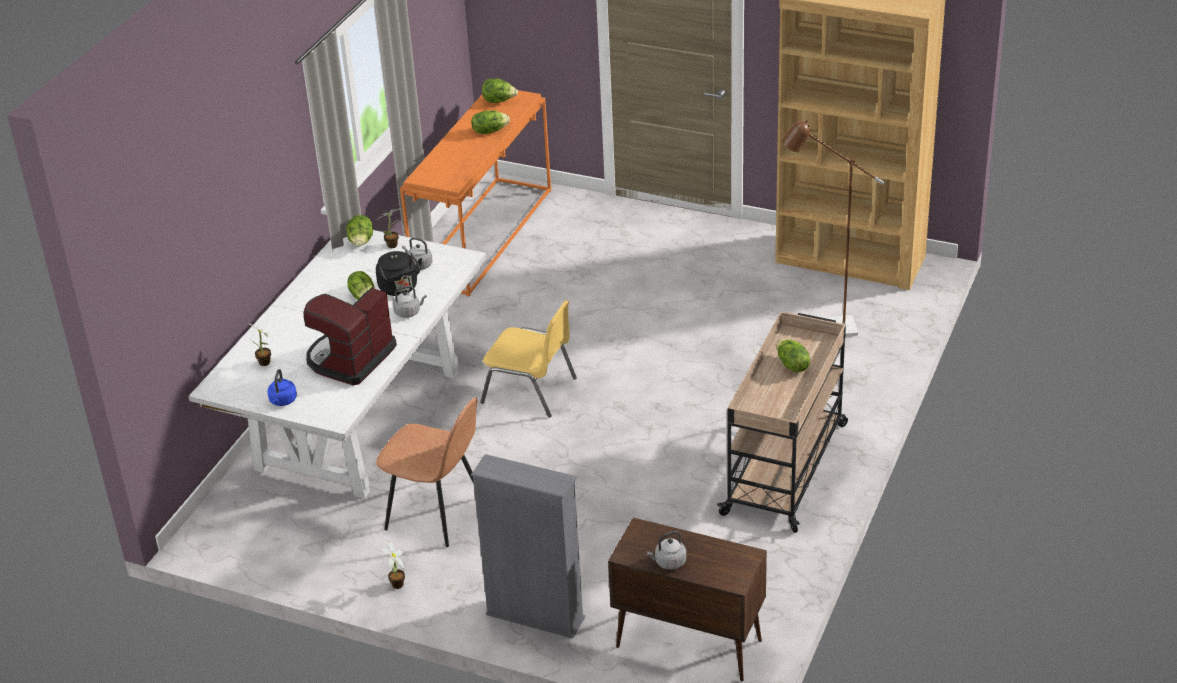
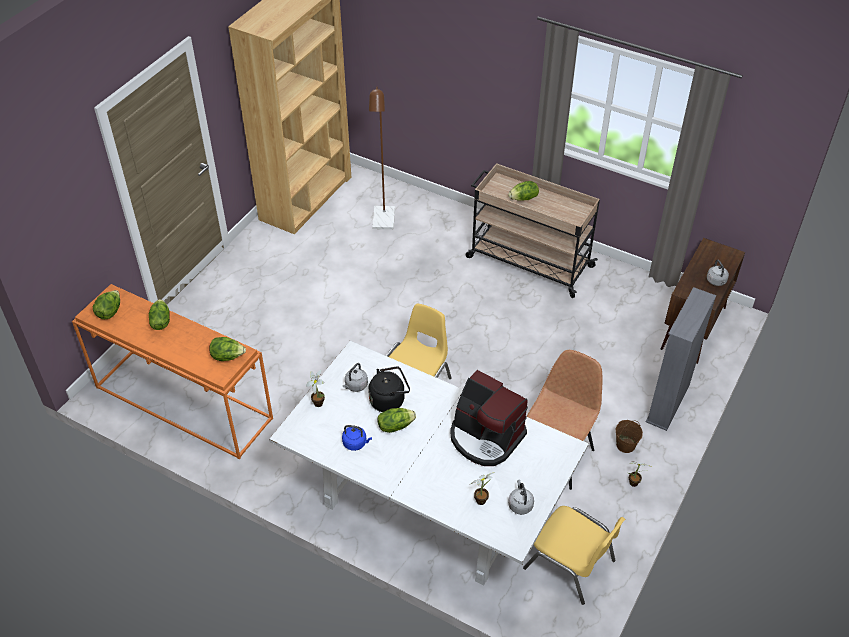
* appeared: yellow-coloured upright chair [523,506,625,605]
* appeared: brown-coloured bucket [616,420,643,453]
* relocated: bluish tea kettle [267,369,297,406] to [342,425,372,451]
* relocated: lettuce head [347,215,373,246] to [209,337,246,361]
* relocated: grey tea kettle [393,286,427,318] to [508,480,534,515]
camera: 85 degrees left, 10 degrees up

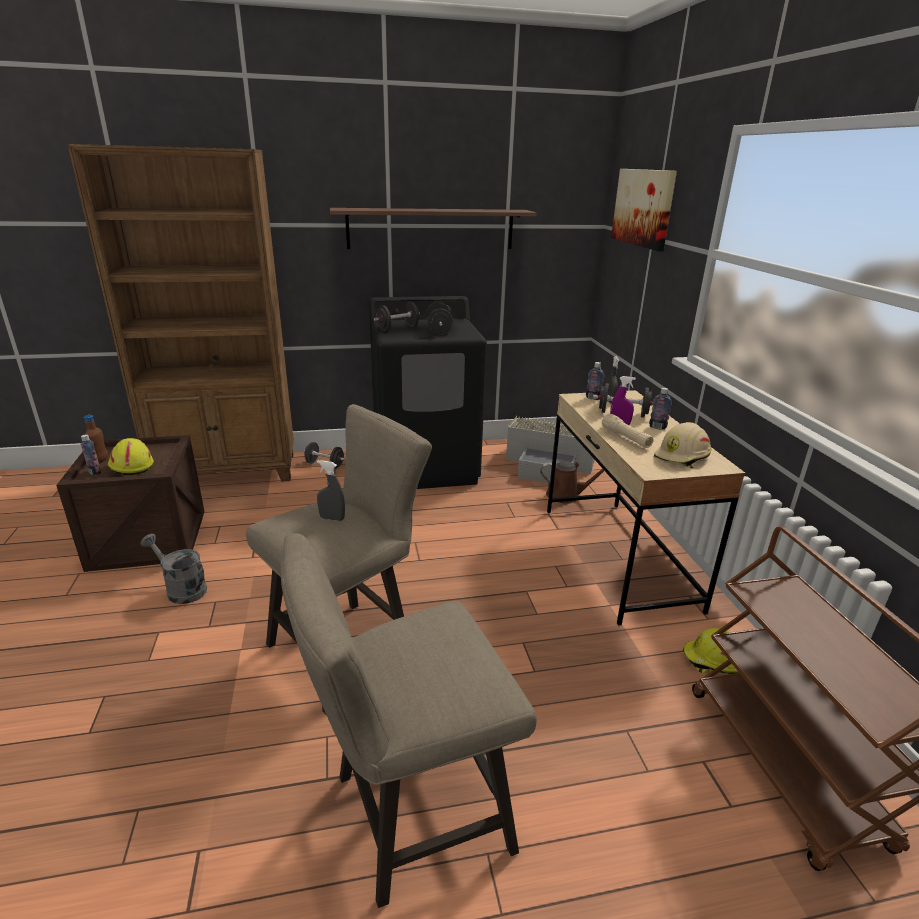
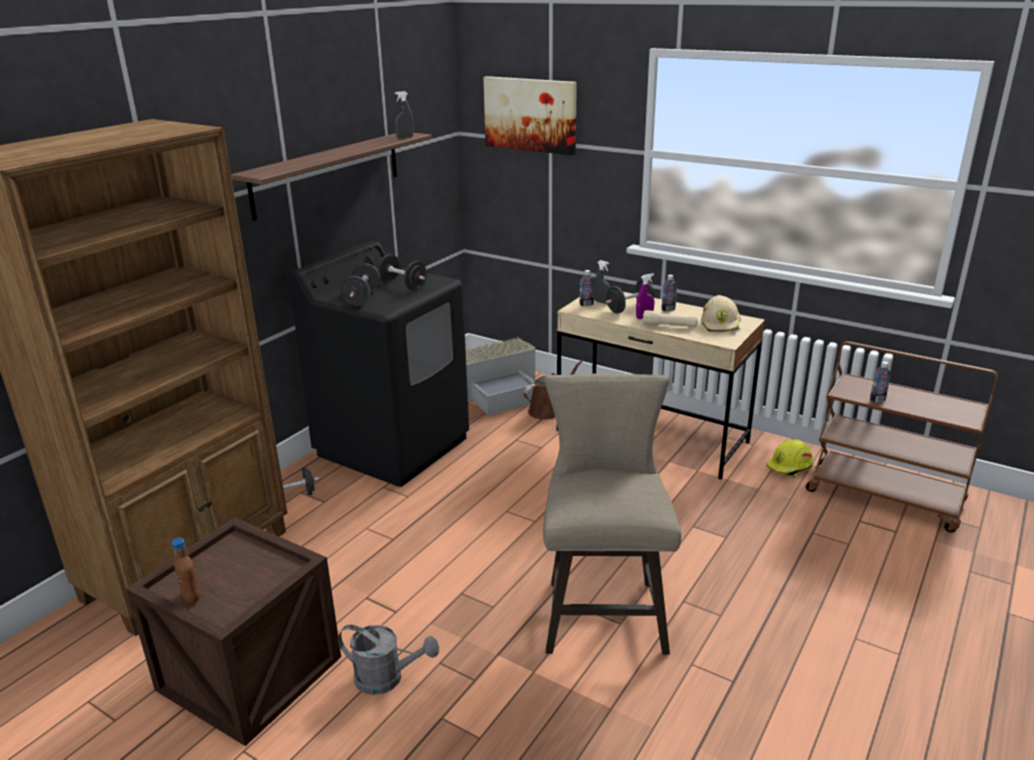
* missing: yellow-coloured work helmet [108,438,154,475]
* missing: beige stool seat [280,534,537,908]
* relocated: beverage bottle [81,434,101,475] to [870,361,891,402]
* relocated: grey hand sprayer [317,460,345,521] to [395,91,414,139]
* spun: grey watering can [140,534,207,604] = [338,625,439,695] 150 degrees counterclockwise
camera: 45 degrees left, 0 degrees up

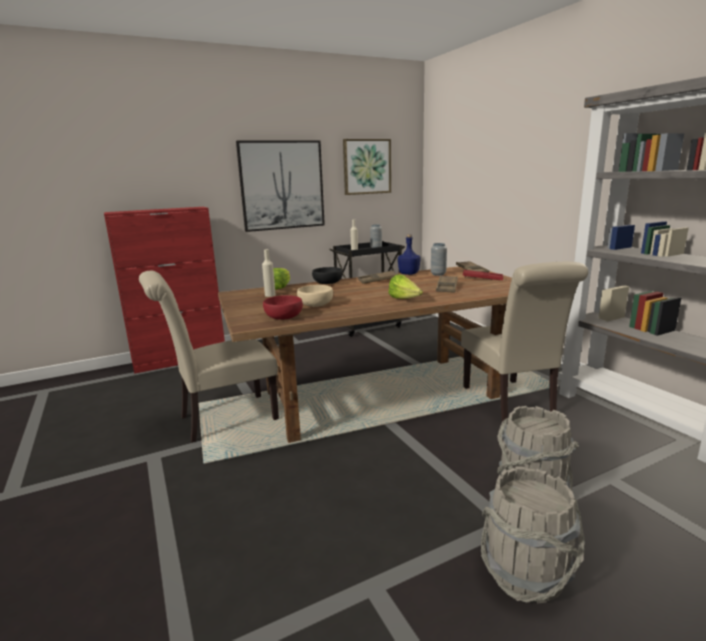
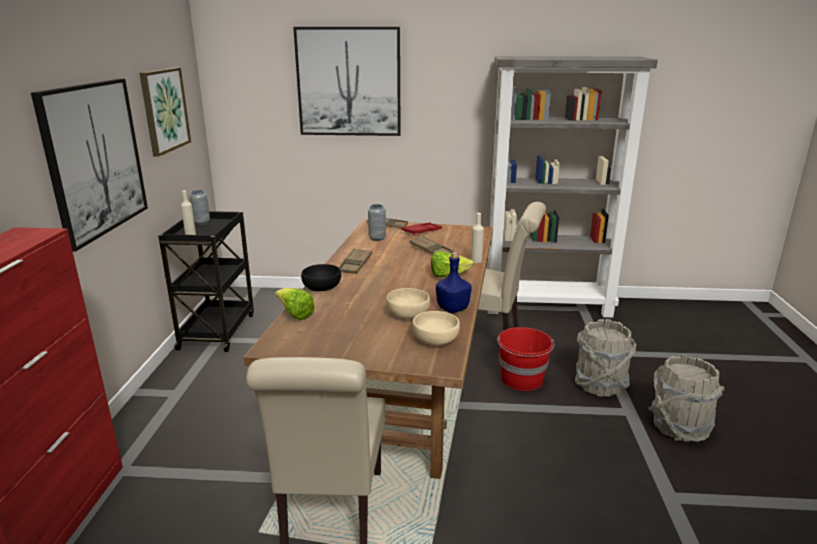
* appeared: picture [293,27,401,136]
* appeared: red bucket [497,327,554,391]
* relocated: beige beverage bottle [262,249,276,297] to [471,213,484,263]
* relocated: bluish beverage bottle [398,234,420,275] to [436,252,472,313]
* colour: red serving bowl [263,295,303,320] to beige serving bowl [412,311,460,346]
camera: 60 degrees left, 5 degrees up

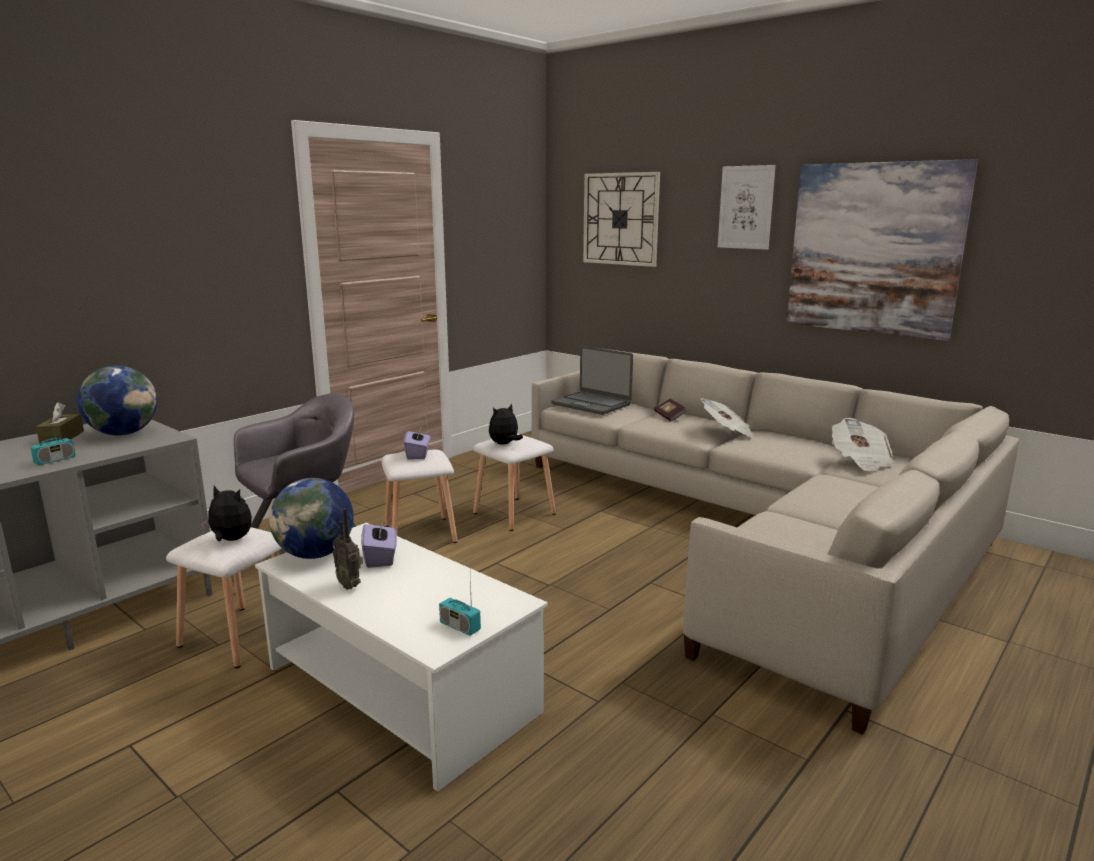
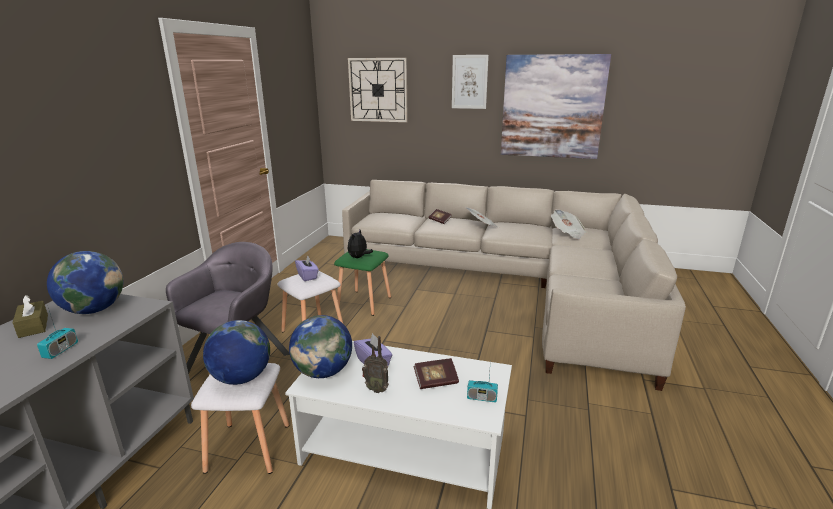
* missing: notebook computer [551,346,633,415]
* appeared: bound book [413,358,459,389]
* exchanged: plush toy [200,486,252,541] to world globe [203,320,270,385]
* colour: white-coloured stool seat [473,434,556,531] to green stool seat [334,249,391,316]
camera: 25 degrees left, 5 degrees up

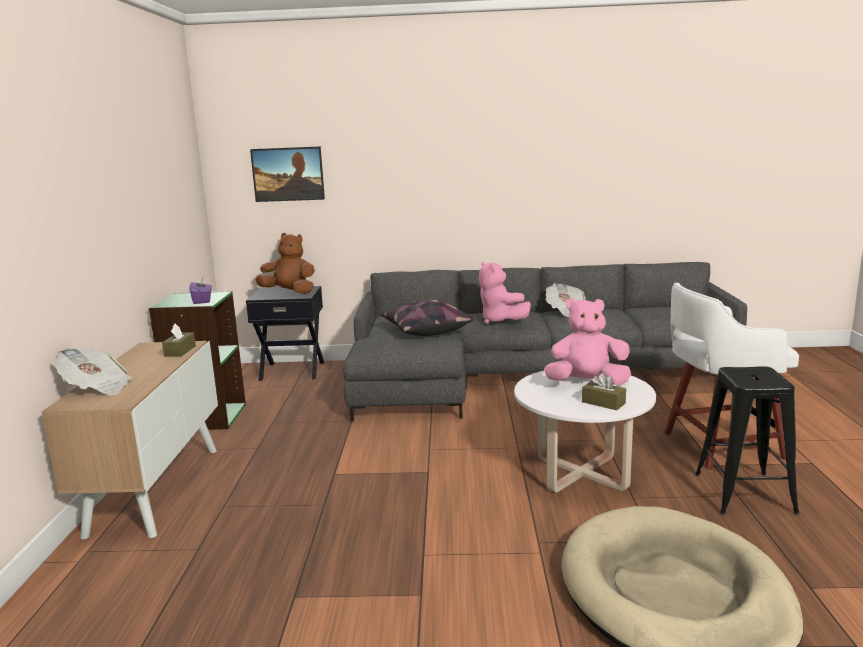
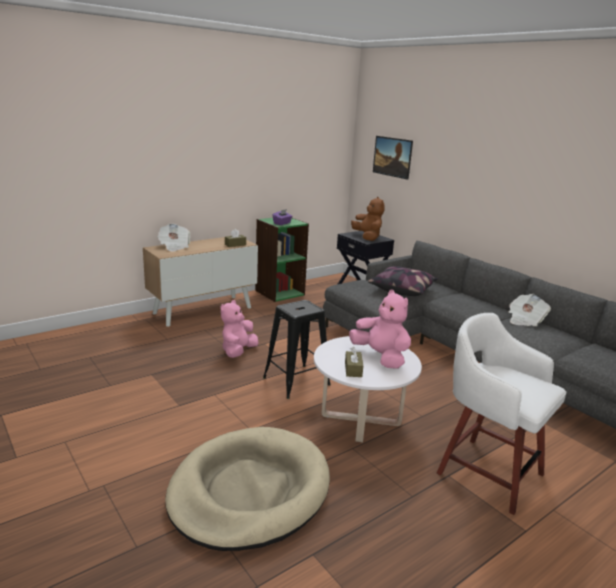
* relocated: pink-coloured plush toy [479,262,531,324] to [221,300,258,358]
* relocated: black stool seat [695,366,800,515] to [263,300,331,399]
camera: 50 degrees right, 5 degrees up

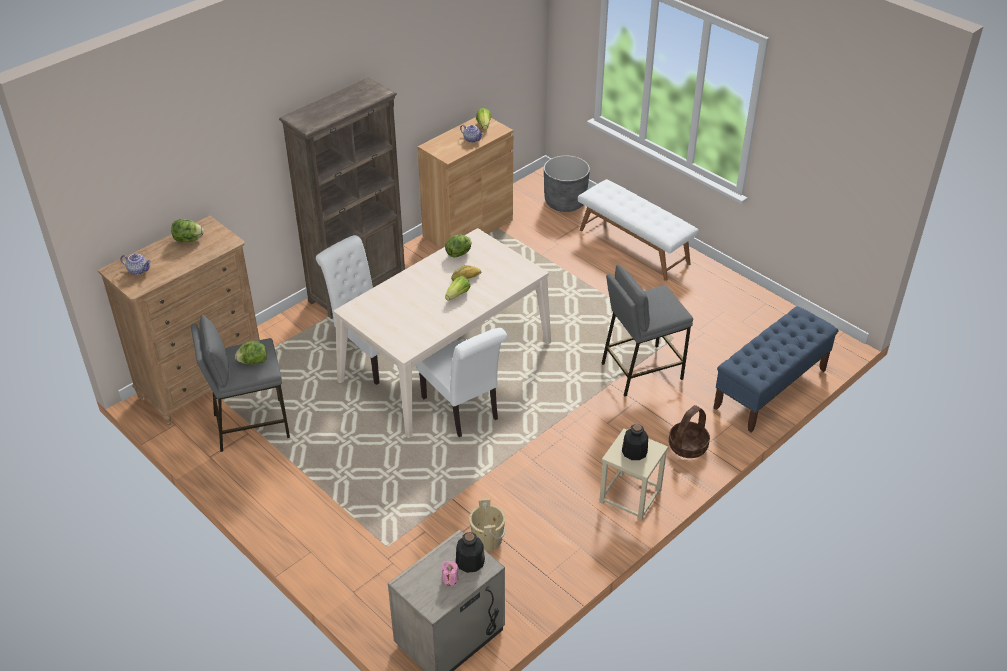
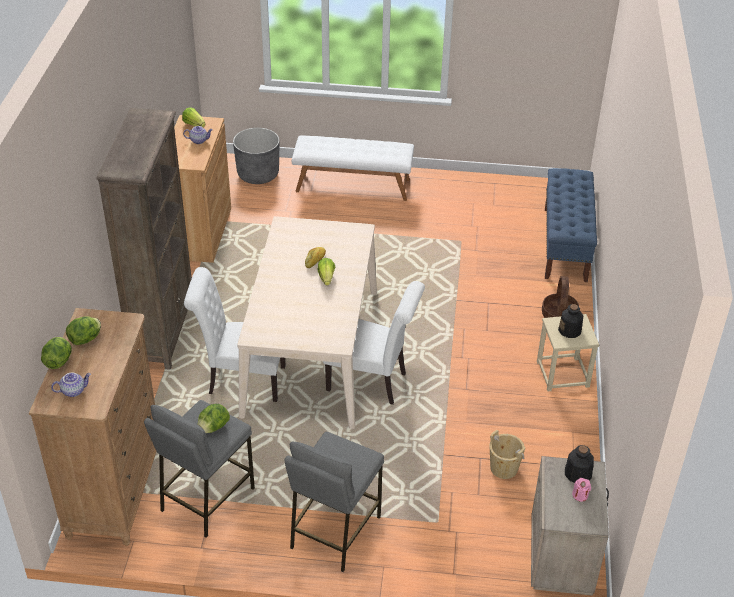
* relocated: lettuce head [445,234,471,257] to [41,337,72,369]
* relocated: grey stool seat [601,265,693,396] to [285,432,384,572]
camera: 40 degrees left, 0 degrees up

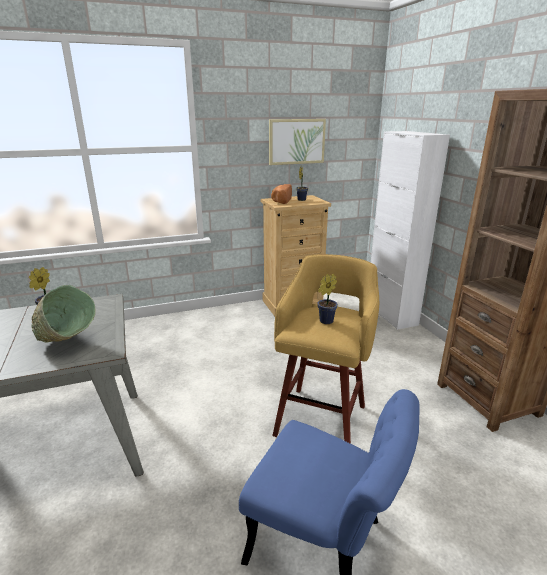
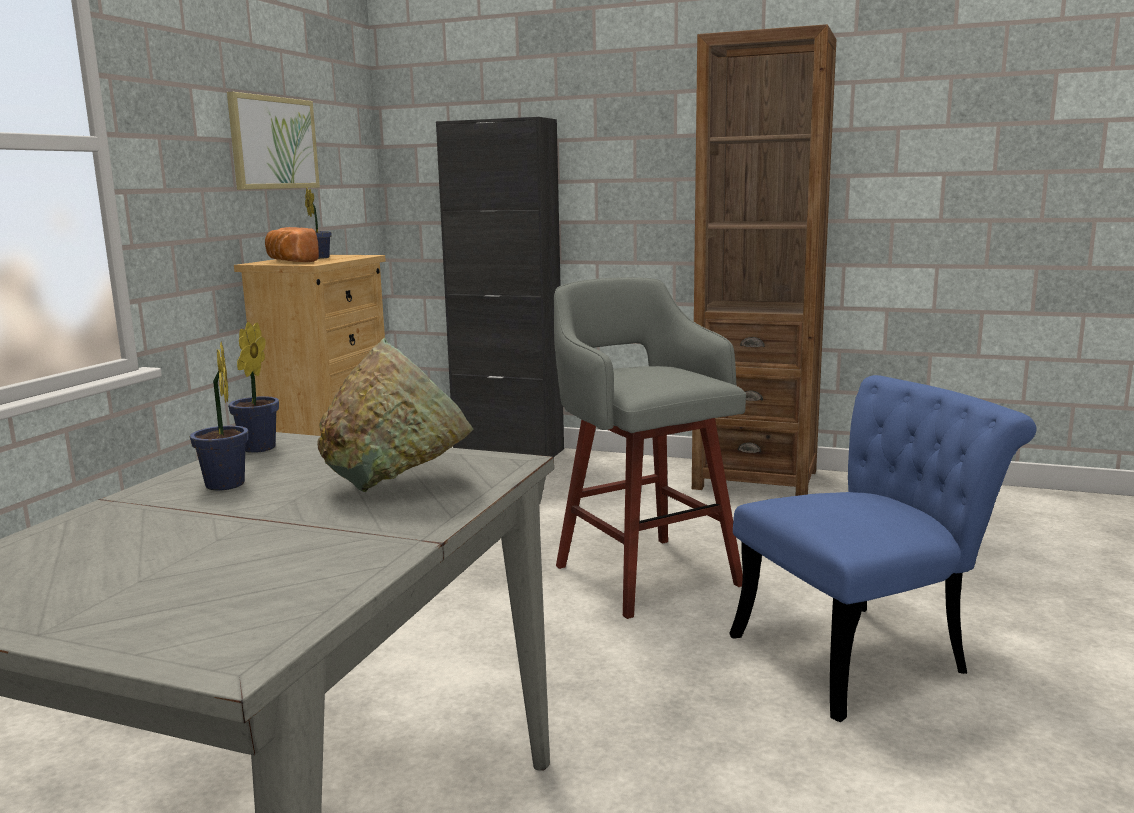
* relocated: plant in a pot [317,274,338,324] to [228,322,279,453]
* colour: yellow-coloured stool seat [272,254,379,444] to grey stool seat [554,277,746,619]
* colour: white-coloured cabinet [371,131,450,330] to black cabinet [436,117,564,457]
camera: 50 degrees left, 10 degrees down

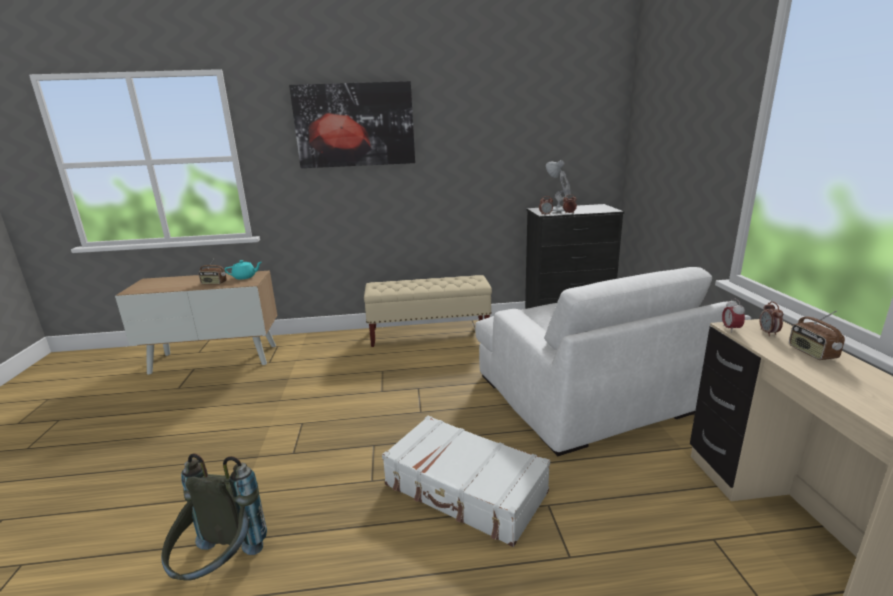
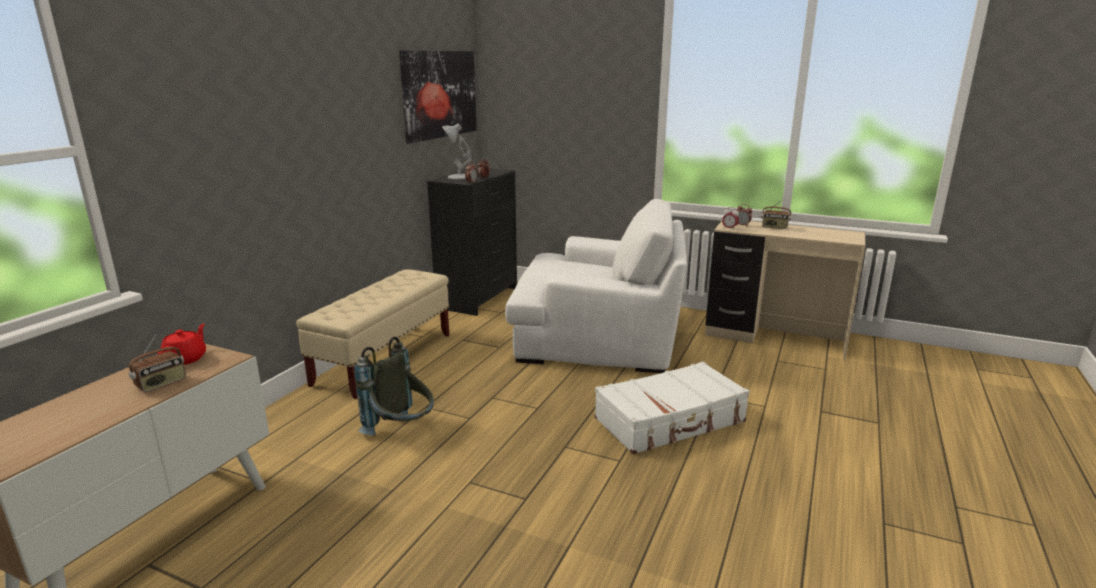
* relocated: grey knapsack [161,453,267,581] to [354,337,434,436]
* relocated: picture [289,81,415,168] to [399,50,477,143]
* colour: blue-green teapot [224,260,261,279] to red teapot [157,323,206,365]
camera: 60 degrees left, 0 degrees up

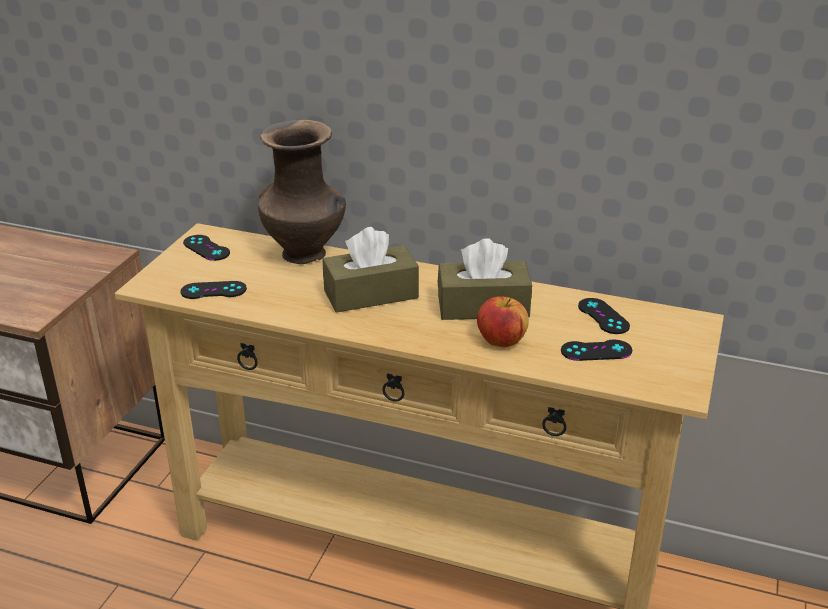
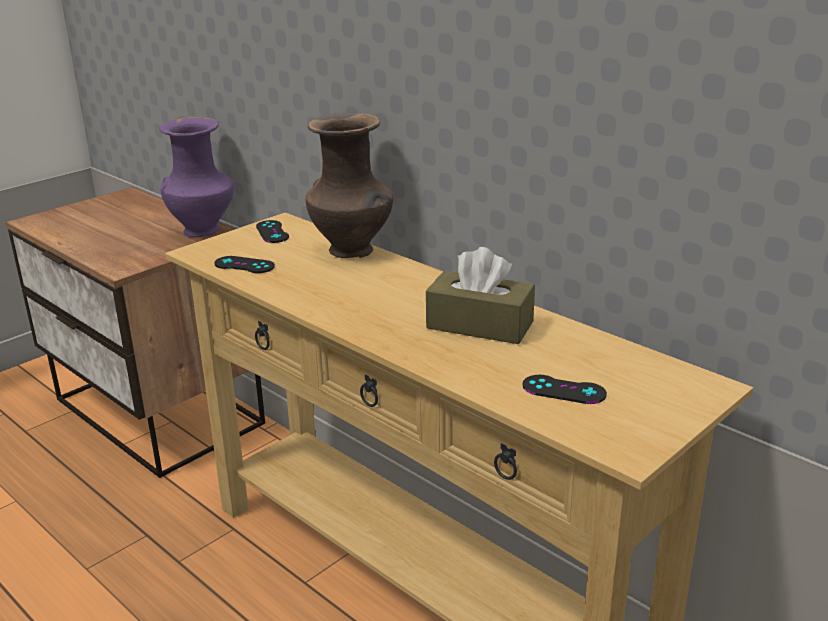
* missing: brown-coloured tissue box [322,227,419,313]
* missing: whole apple [477,296,529,348]
* missing: black game controller [578,298,630,334]
* appeared: purple-coloured flower vase [159,117,234,237]
camera: 25 degrees right, 5 degrees down

